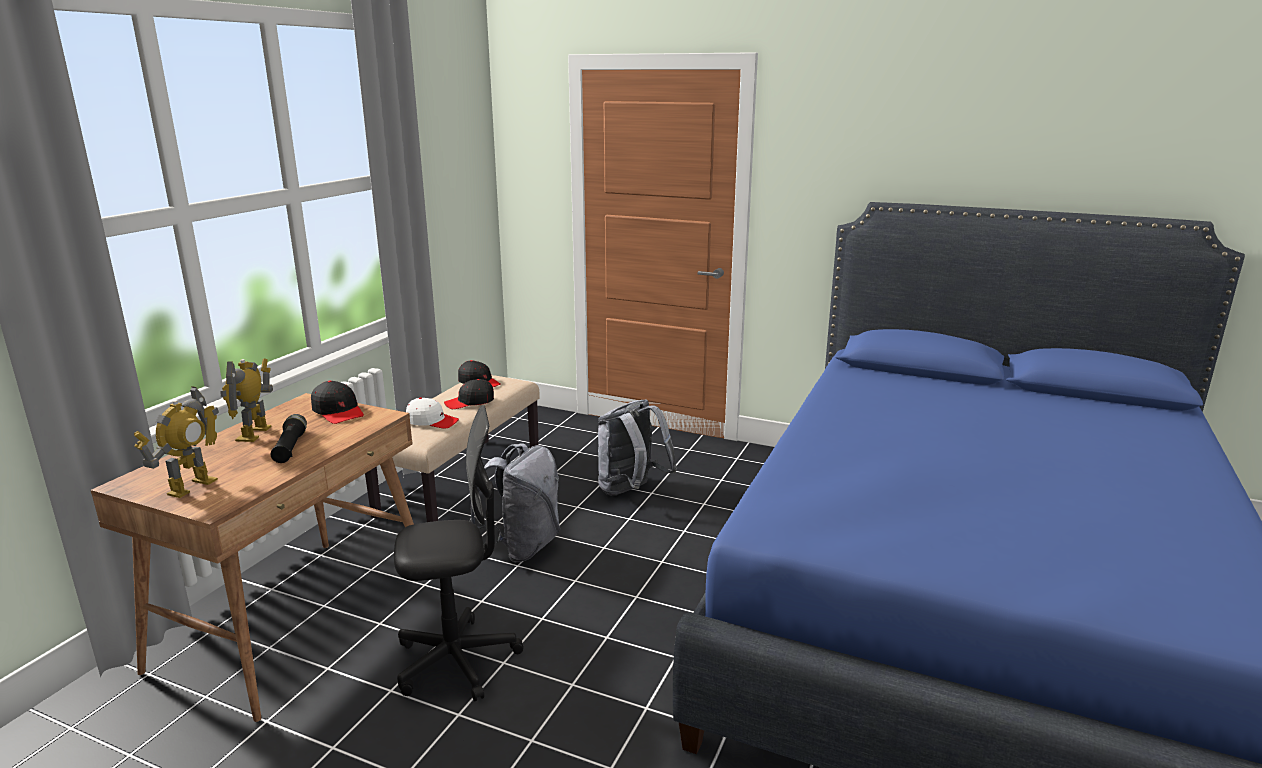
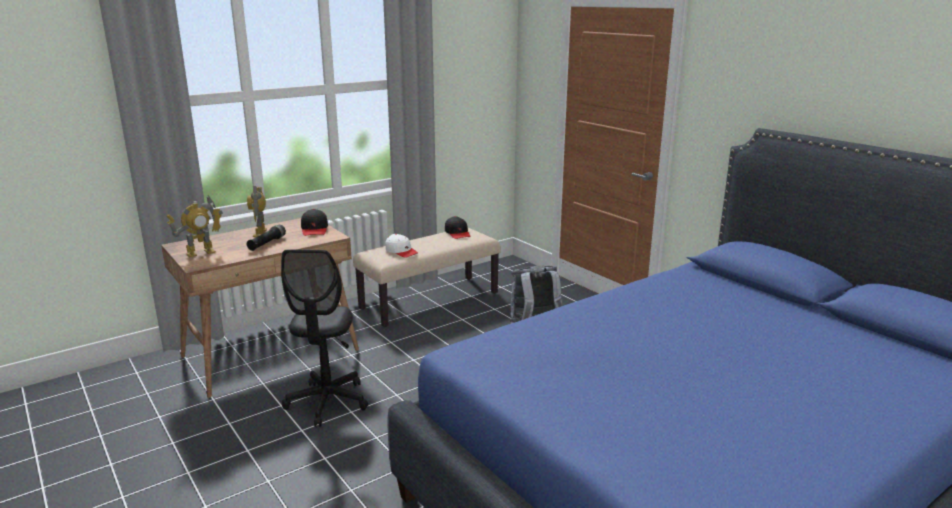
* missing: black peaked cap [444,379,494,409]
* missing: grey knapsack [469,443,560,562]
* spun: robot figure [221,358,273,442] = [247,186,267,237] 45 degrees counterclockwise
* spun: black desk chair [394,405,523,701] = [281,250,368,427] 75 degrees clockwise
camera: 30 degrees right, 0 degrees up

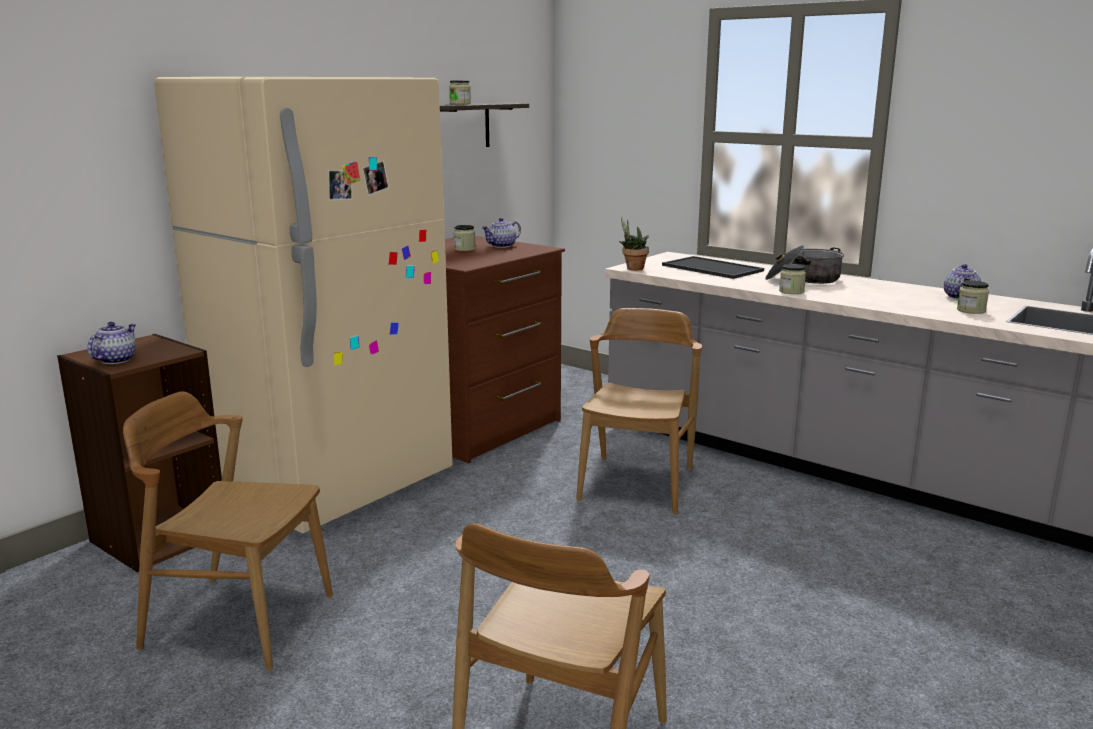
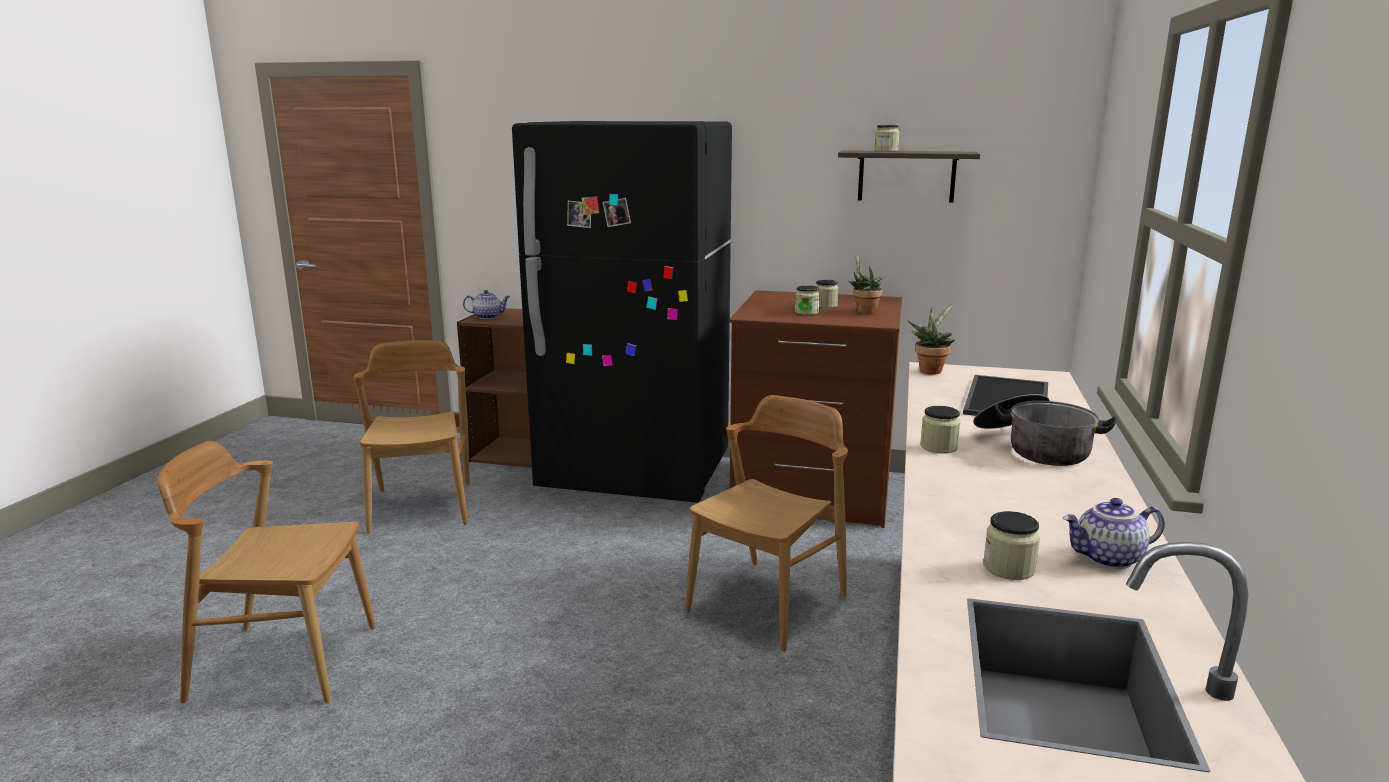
* appeared: jar [795,285,820,315]
* exchanged: teapot [482,218,521,248] to plant in a pot [848,254,884,314]
* colour: beige refrigerator [154,77,453,534] to black refrigerator [512,121,732,503]
* spun: brown-coloured upright chair [576,308,702,514] = [685,395,848,652] 45 degrees counterclockwise
camera: 65 degrees right, 0 degrees up

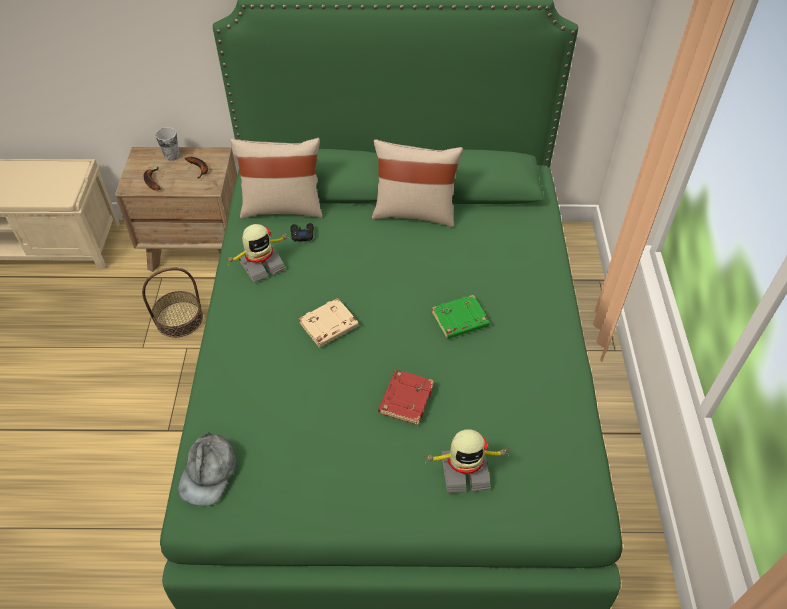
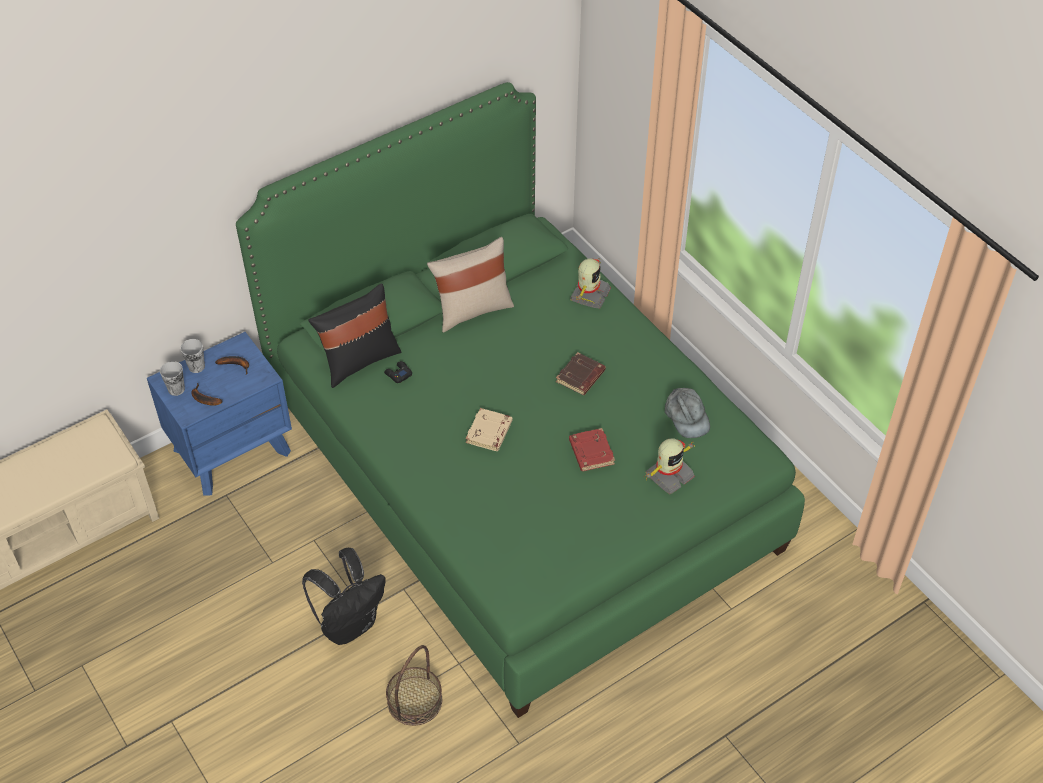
* appeared: drinking cup [160,361,185,396]
* appeared: black knapsack [302,548,385,645]
* relocated: household basket [142,267,203,338] to [386,645,442,726]
* relocated: grey peaked cap [178,432,237,507] to [665,388,710,438]
* relocated: robot figure [225,224,290,283] to [570,258,611,309]
* colour: brown-coloured nightstand [114,147,237,272] to bluish nightstand [147,332,292,496]
* colour: beige throw pillow [230,138,323,219] to black throw pillow [308,283,401,388]
* colour: green bound book [432,295,490,339] to brown-coloured bound book [556,352,606,395]
camera: 35 degrees left, 0 degrees up

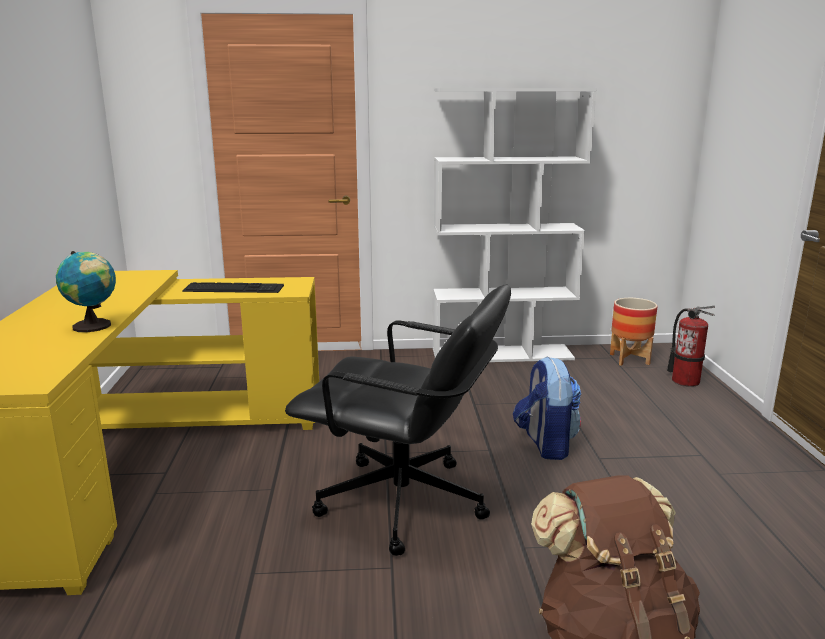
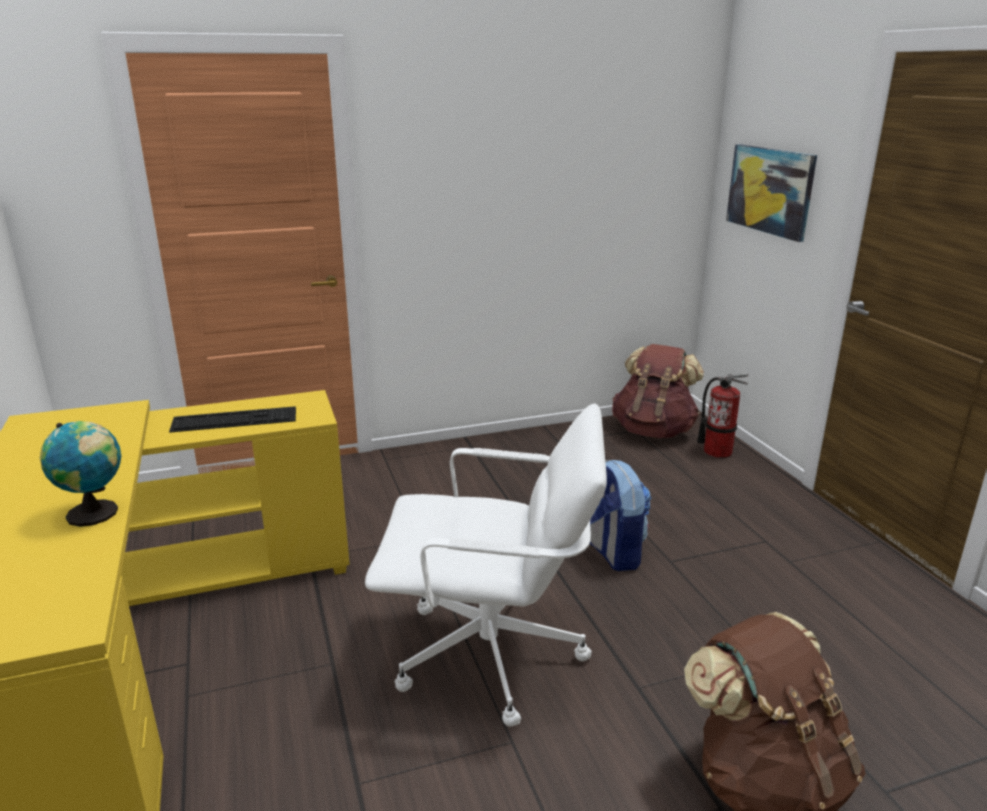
* missing: white-coloured bookcase [433,88,597,362]
* appeared: picture [726,144,817,242]
* exchanged: planter [610,298,657,366] to brown-coloured knapsack [612,344,704,438]
* colour: black desk chair [285,284,511,556] to white-coloured desk chair [365,403,607,726]
camera: 15 degrees left, 5 degrees up

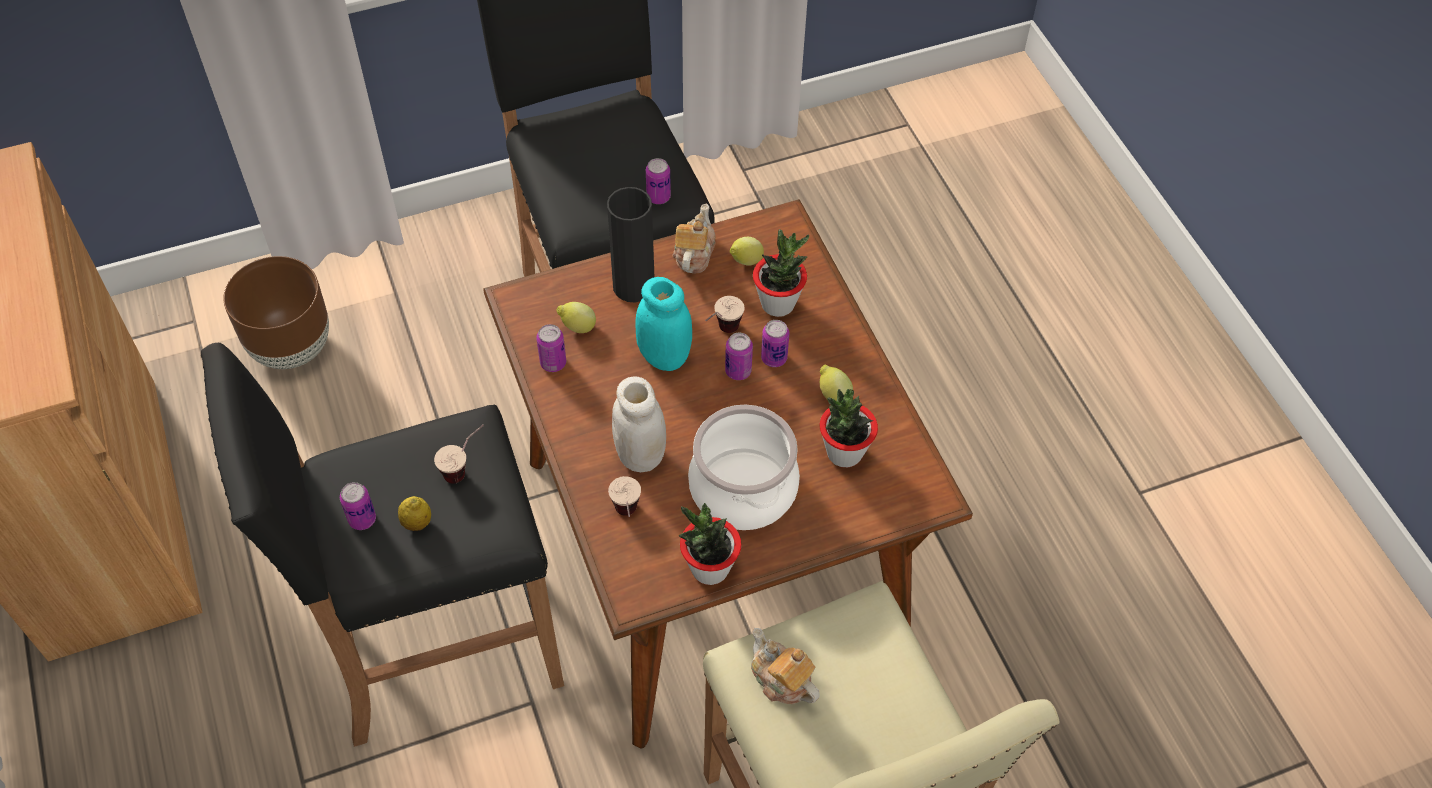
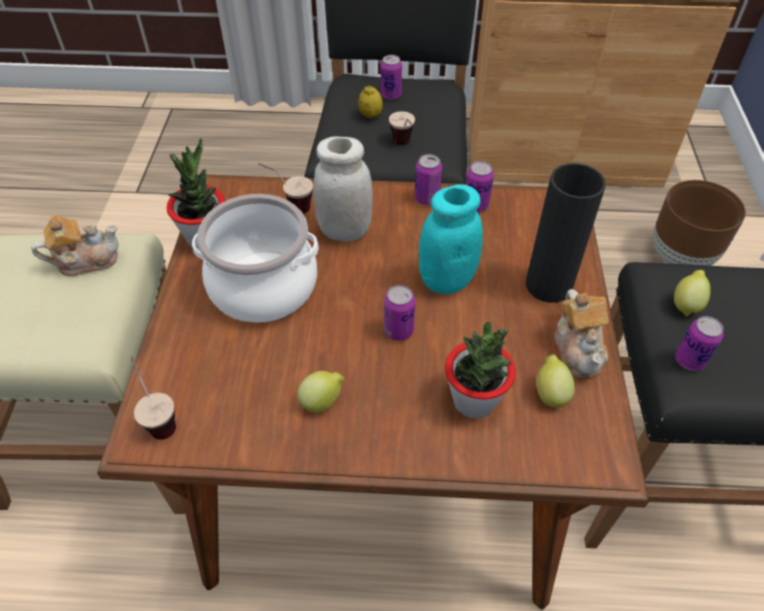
* missing: plant in a pot [820,389,878,467]
* relocated: whole lemon [556,302,596,333] to [674,270,711,316]
* relocated: drinking cup [705,296,745,333] to [130,357,176,440]
* relocated: metal can [761,320,789,367] to [415,154,442,205]
* spun: teapot [673,204,716,273] = [554,289,609,378] 45 degrees clockwise
camera: 115 degrees right, 5 degrees down

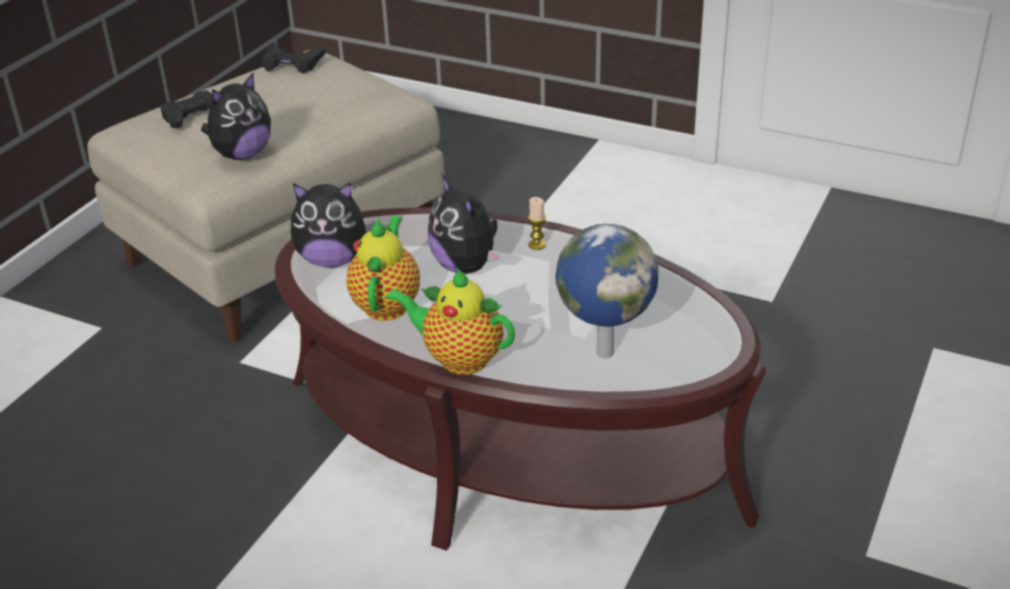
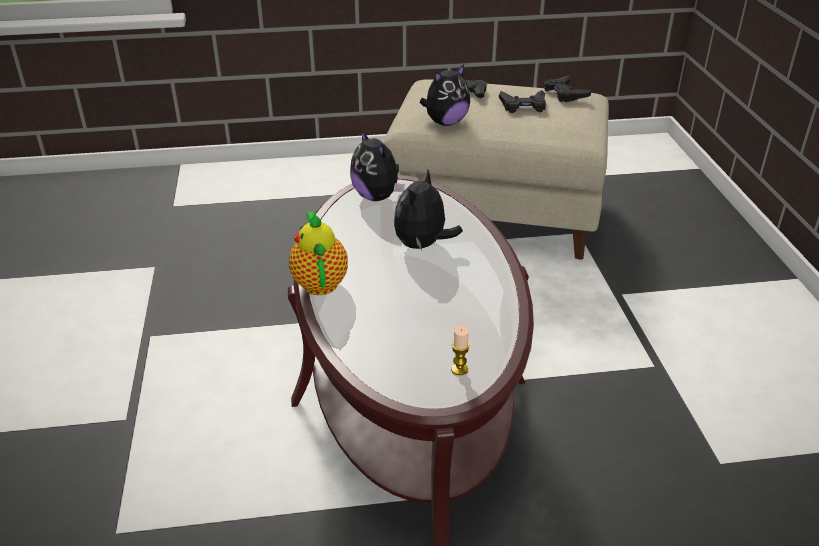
* missing: teapot [346,216,420,321]
* missing: world globe [555,224,659,358]
* appeared: black game controller [499,90,546,113]
* relocated: wax light [528,197,546,250] to [451,326,470,375]
* spun: plush toy [201,73,271,160] = [420,64,470,126] 45 degrees counterclockwise
camera: 55 degrees right, 0 degrees up

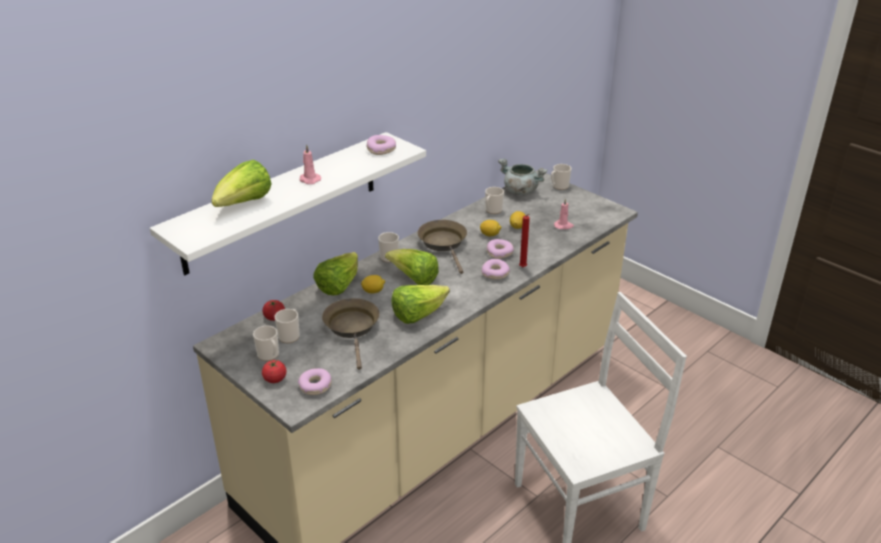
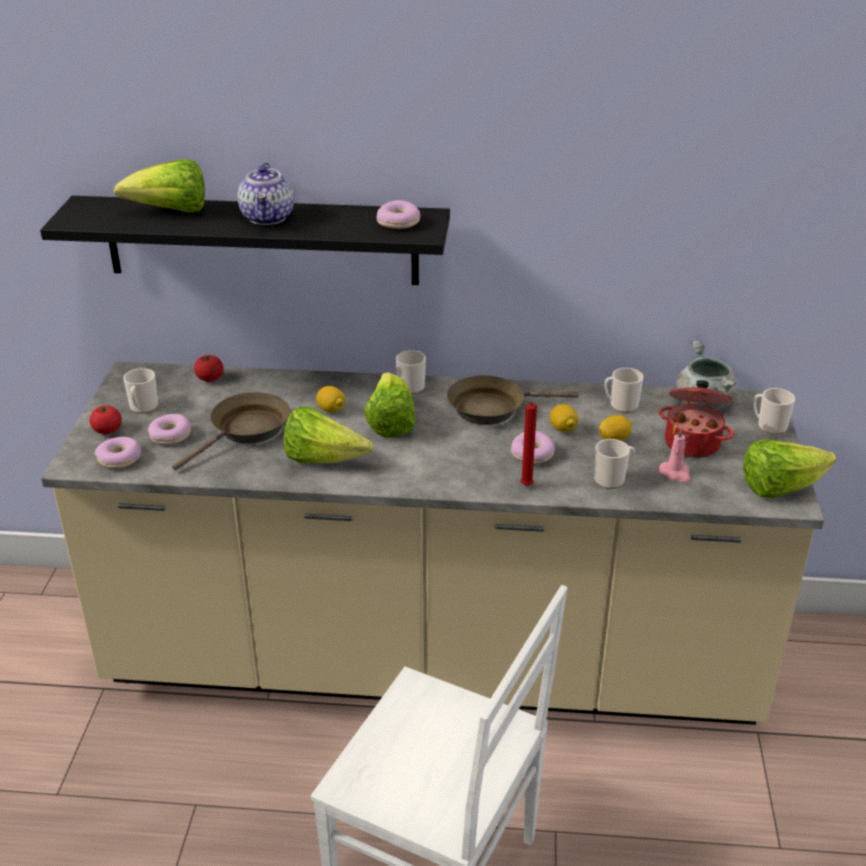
* appeared: stockpot [659,380,734,458]
* relocated: coffee mug [275,309,300,343] to [594,439,635,489]
* relocated: lettuce head [313,252,358,295] to [743,439,836,498]
* relocated: doughnut [482,259,510,280] to [148,414,191,445]
* exchanged: pink-coloured wax light [299,144,321,184] to teapot [238,163,294,225]
* colour: white-coloured shelf [150,132,426,275] to black shelf [40,196,450,285]
* spun: brown-coloured skillet [418,220,467,274] = [447,375,579,425] 135 degrees counterclockwise
camera: 50 degrees right, 0 degrees up

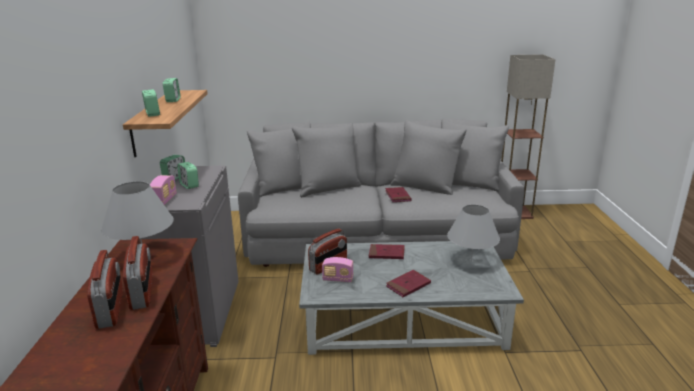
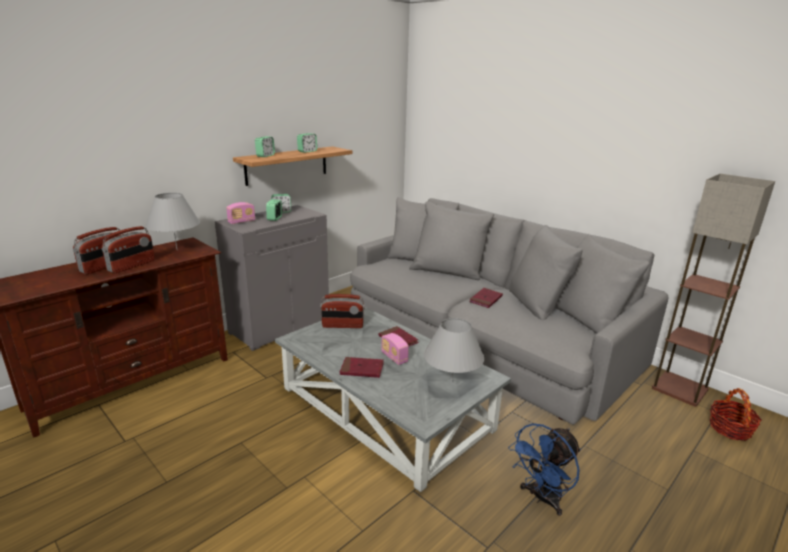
* appeared: bluish fan [508,423,581,516]
* appeared: household basket [710,388,761,441]
* relocated: radio [322,257,354,282] to [381,333,409,365]
camera: 45 degrees right, 0 degrees up

